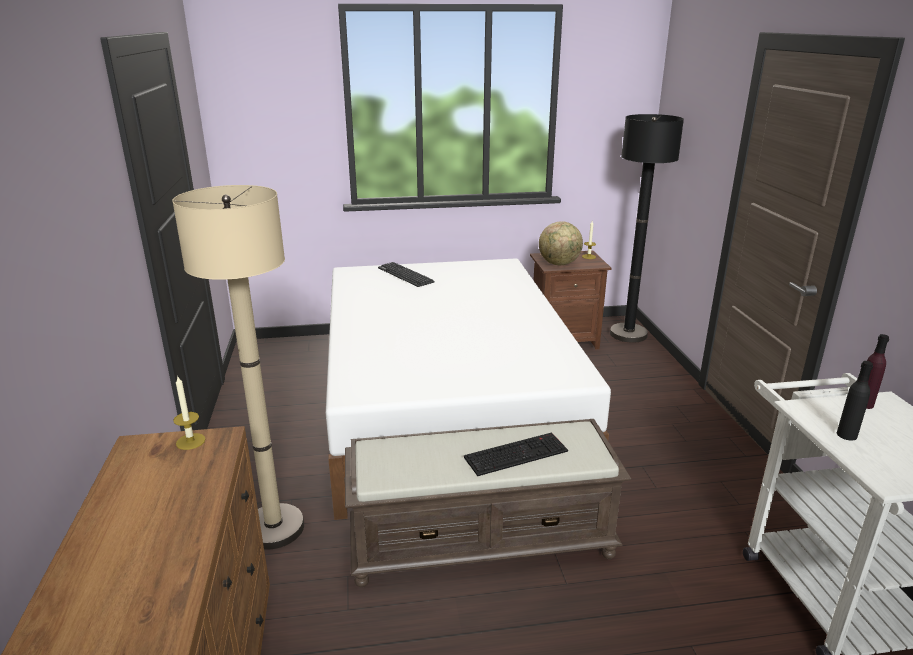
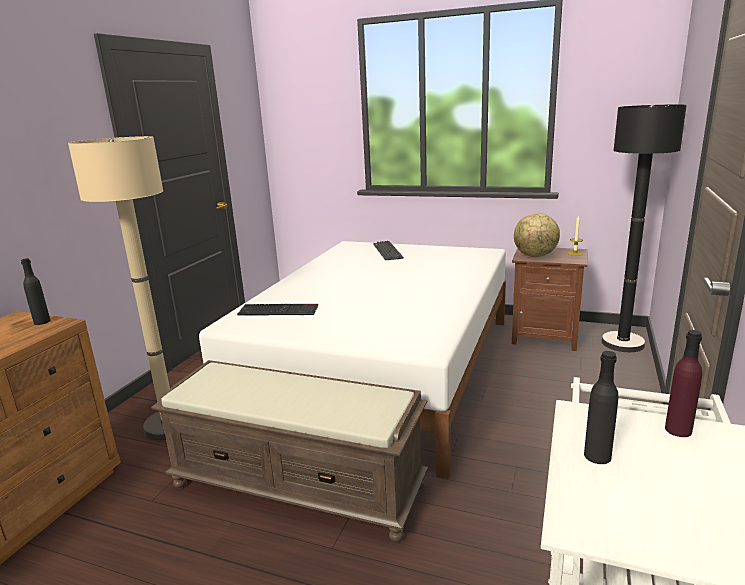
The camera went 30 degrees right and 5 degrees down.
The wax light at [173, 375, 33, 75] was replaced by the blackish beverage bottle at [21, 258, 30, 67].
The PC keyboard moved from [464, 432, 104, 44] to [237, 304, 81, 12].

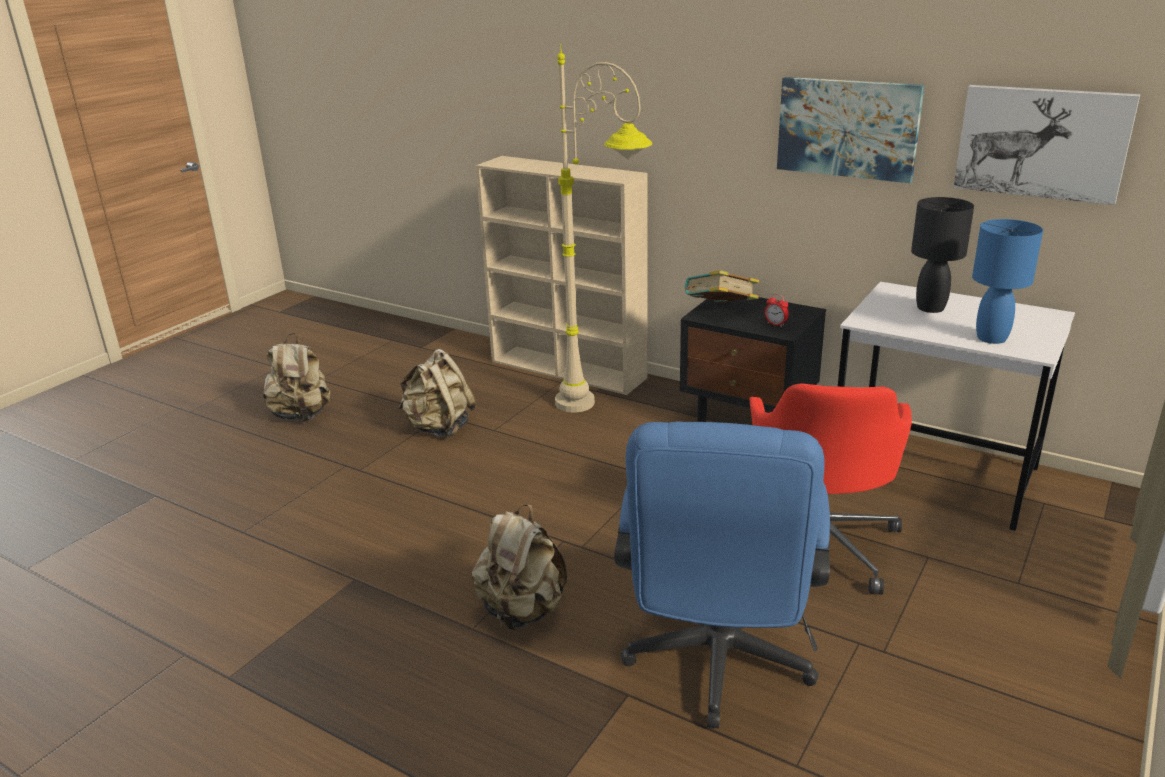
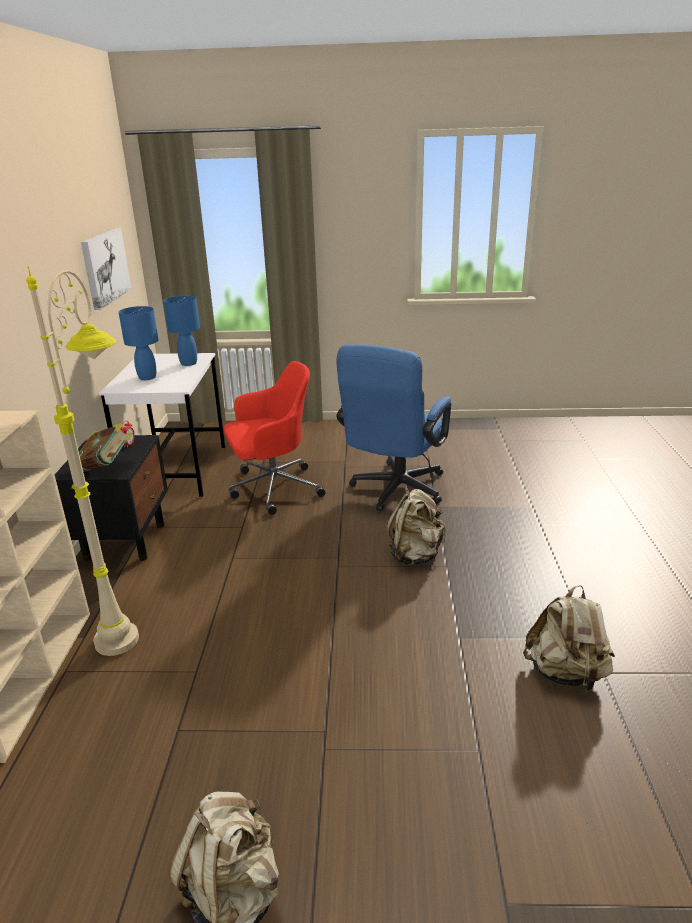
The camera went 120 degrees left and 0 degrees up.
The sand-coloured backpack moved from [398, 349, 78, 90] to [523, 585, 92, 106].
The blue-coloured office chair at [614, 421, 216, 308] turned 135 degrees clockwise.
The wall picture at [777, 77, 148, 106] disappeared.
The blackish lamp for a table at [911, 197, 63, 116] became the blue-coloured lamp for a table at [118, 306, 41, 74].

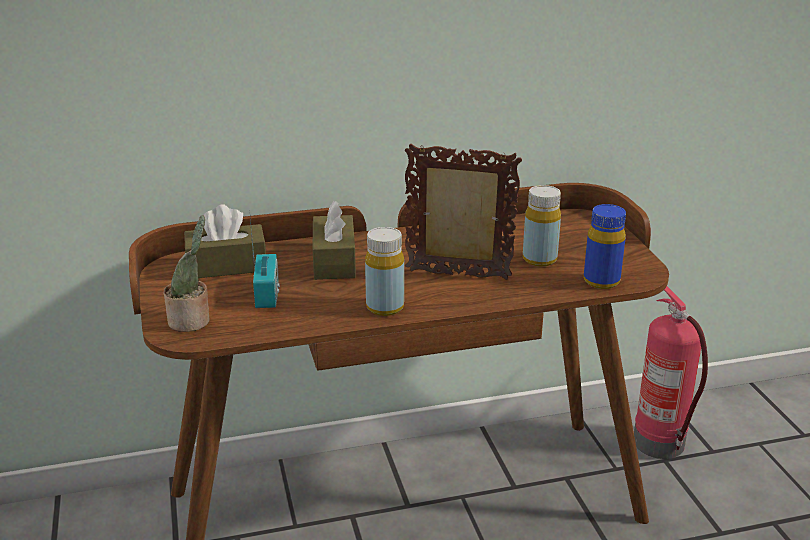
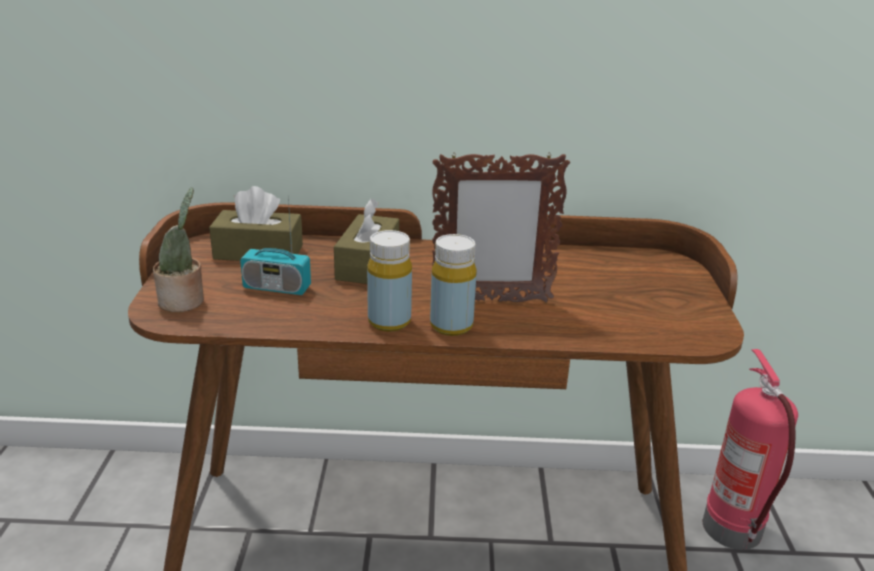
The camera went 15 degrees right and 0 degrees up.
The radio at [249, 210, 31, 98] turned 90 degrees clockwise.
The standing frame at [405, 144, 117, 136] turned 150 degrees clockwise.
The yellow beverage bottle moved from [523, 185, 38, 82] to [430, 234, 47, 102].
The blue-coloured beverage bottle at [584, 204, 42, 85] disappeared.

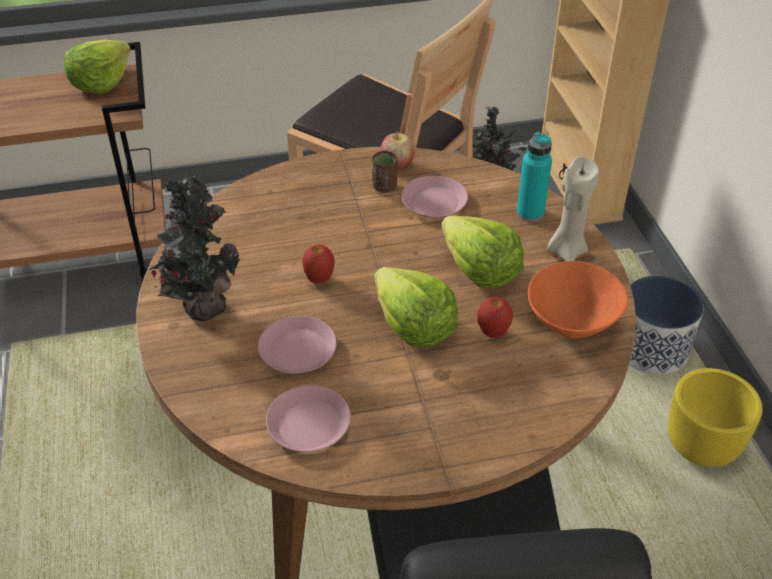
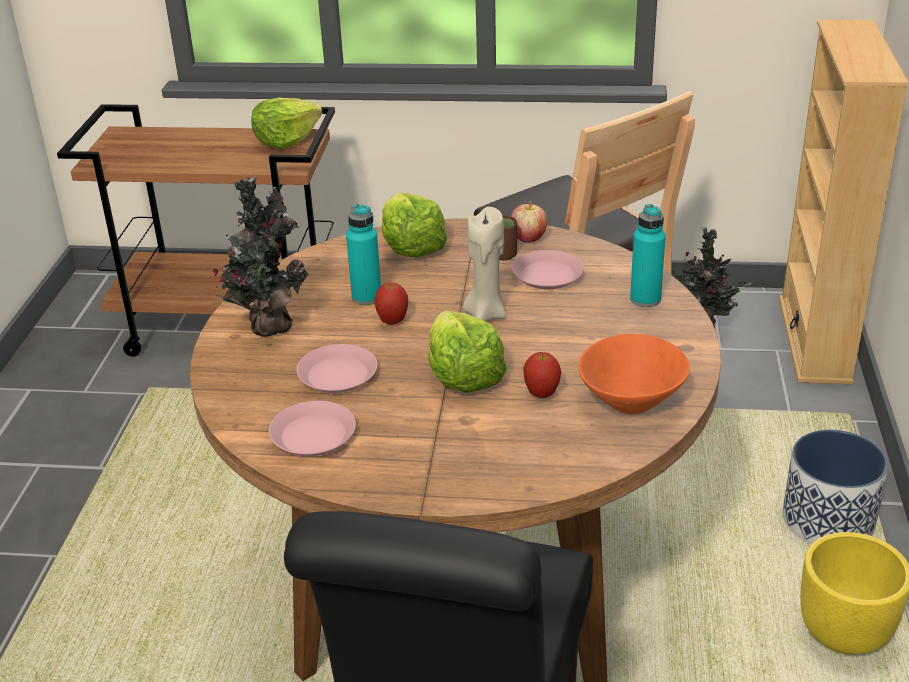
The camera went 20 degrees right and 10 degrees down.
The lettuce moved from [441, 215, 83, 73] to [381, 193, 67, 64].
The sand-coloured wax light moved from [547, 156, 52, 105] to [463, 207, 43, 114].
The turquoise beverage bottle at [346, 204, 35, 101] appeared.

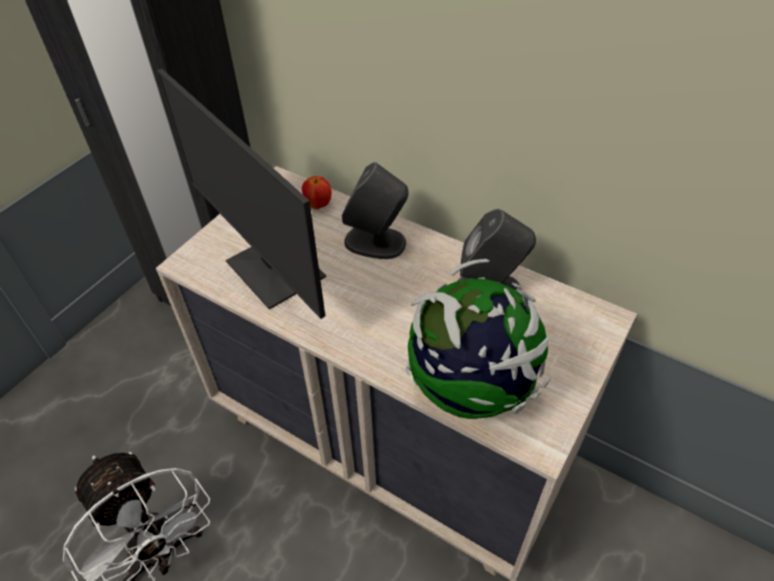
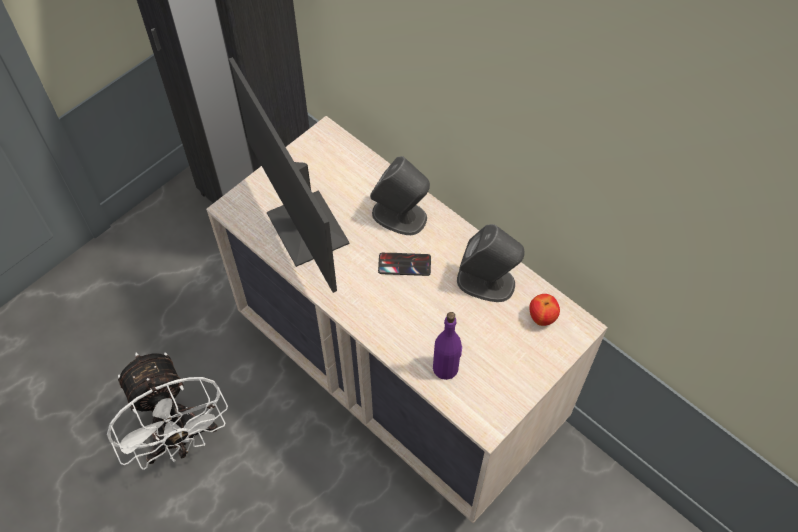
The camera went 10 degrees right and 10 degrees up.
The apple fruit moved from [302, 176, 30, 33] to [529, 294, 31, 32].
The globe at [406, 259, 145, 160] was replaced by the purplish beverage bottle at [433, 312, 29, 68].
The phone at [378, 253, 53, 23] appeared.

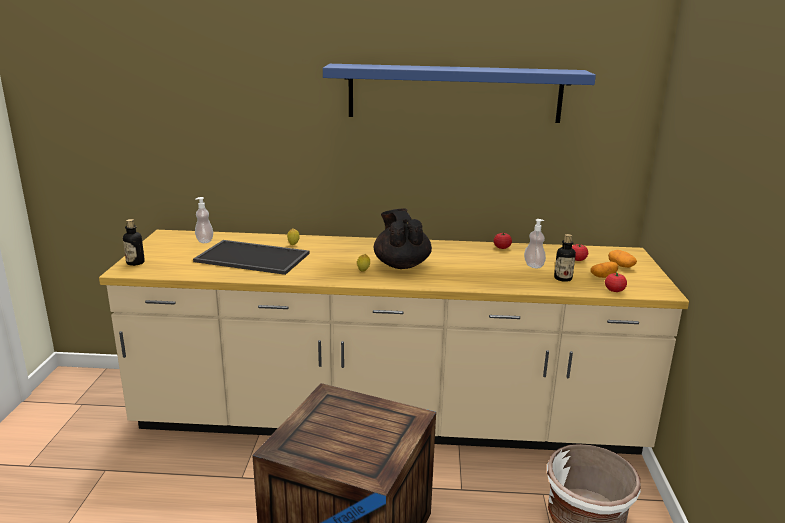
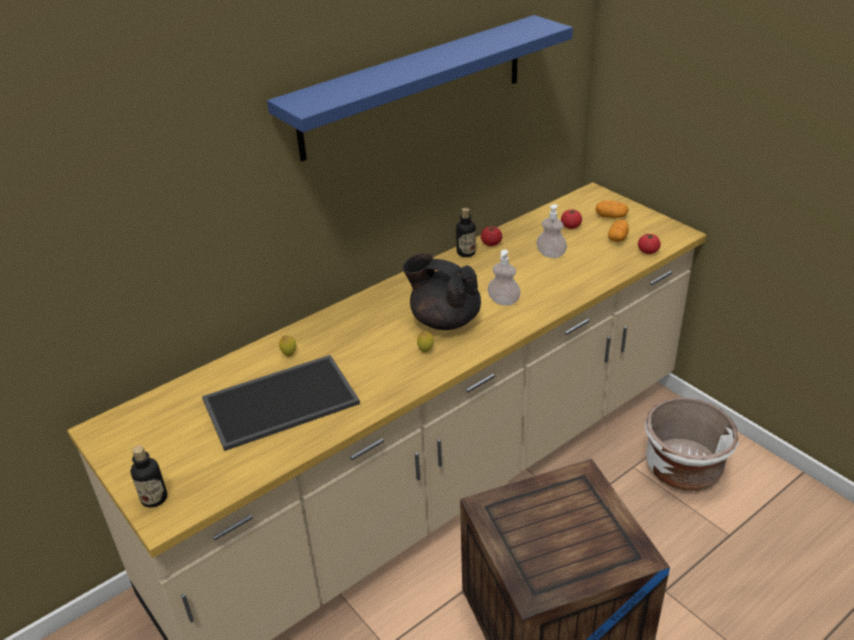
The camera went 40 degrees left and 15 degrees up.
The liquid soap bottle moved from [195, 197, 18, 46] to [487, 250, 34, 56].
The beverage bottle moved from [554, 234, 22, 48] to [456, 208, 20, 49].

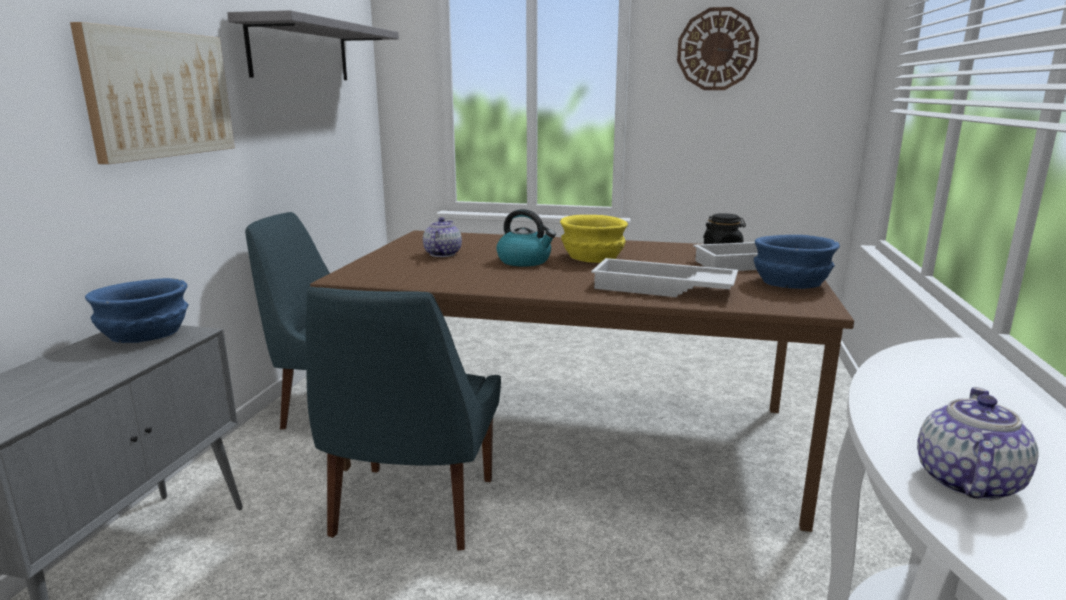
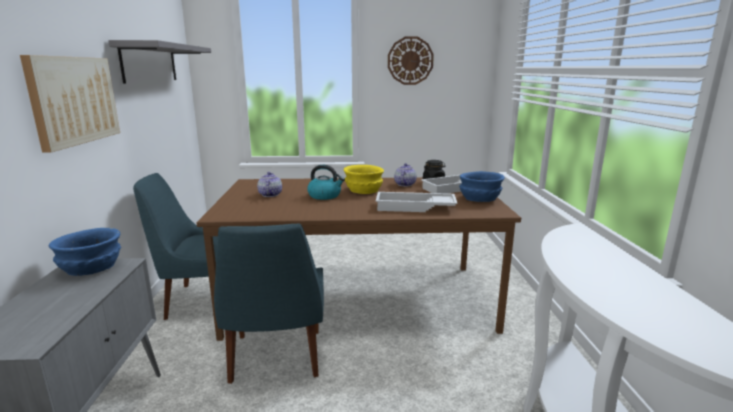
The camera went 15 degrees left and 0 degrees up.
The pot for tea moved from [917, 387, 122, 114] to [394, 163, 23, 24].

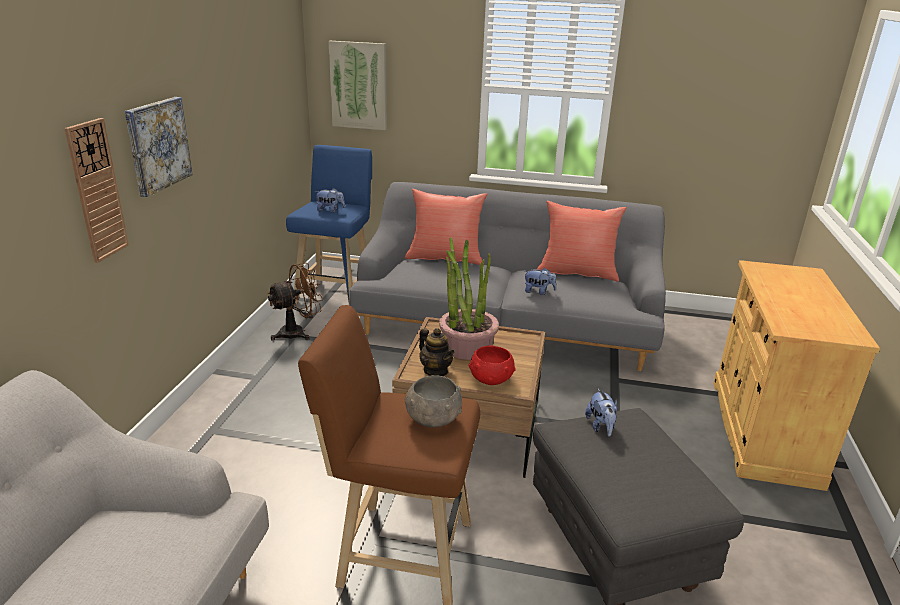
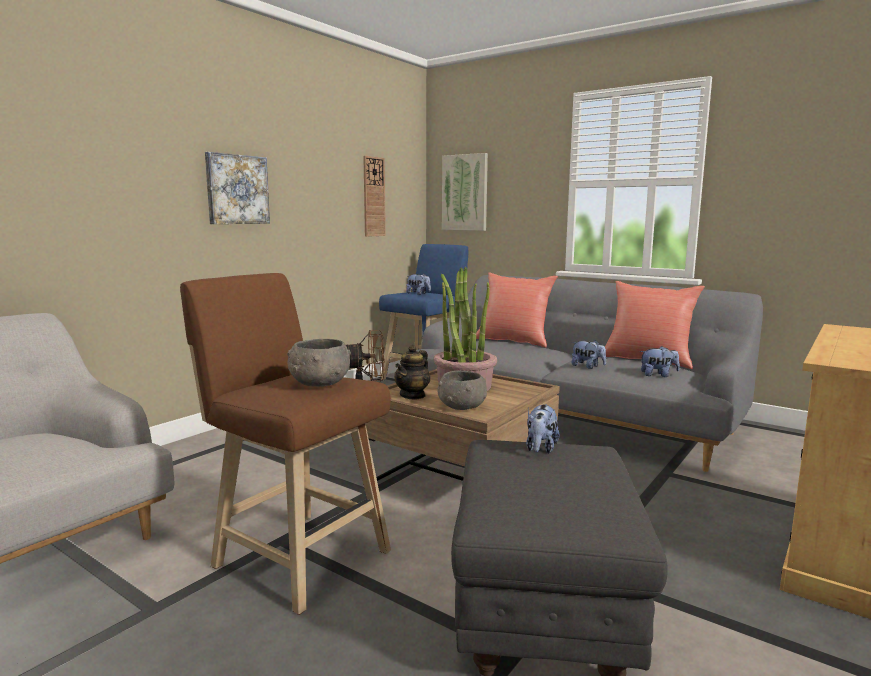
The camera went 25 degrees right and 15 degrees down.
The hanging clock moved from [64, 118, 65, 145] to [363, 156, 23, 81].
The pot for tea at [419, 328, 35, 48] turned 45 degrees clockwise.
The reddish deep dish at [469, 346, 47, 39] became the gray deep dish at [437, 370, 50, 40].
The cuddly toy at [640, 346, 40, 31] appeared.

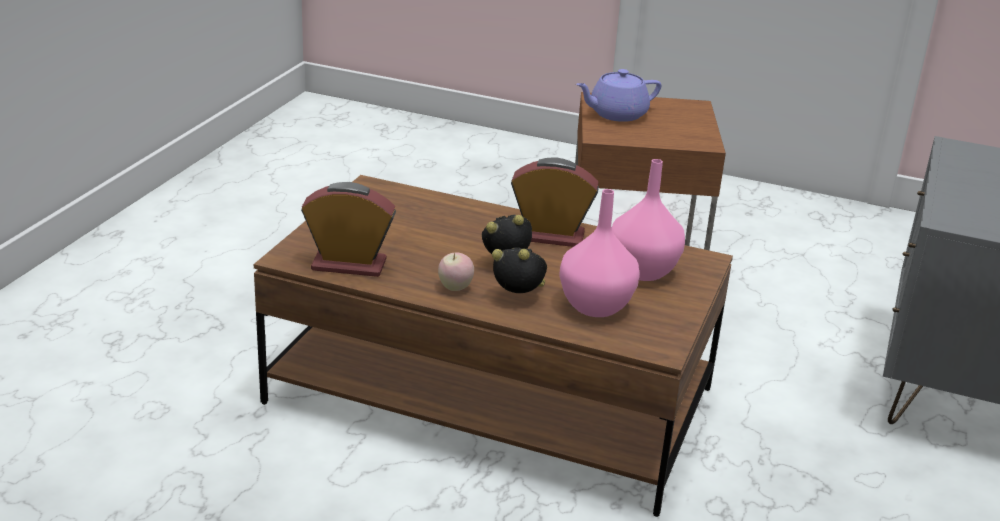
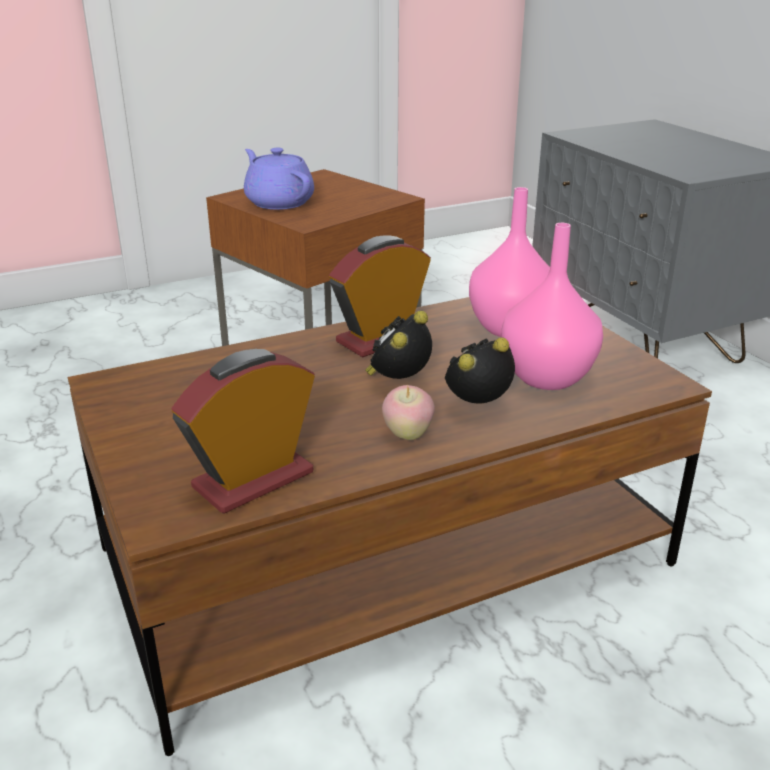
The camera went 45 degrees left and 0 degrees up.
The purplish pot for tea at [576, 69, 85, 53] turned 120 degrees clockwise.

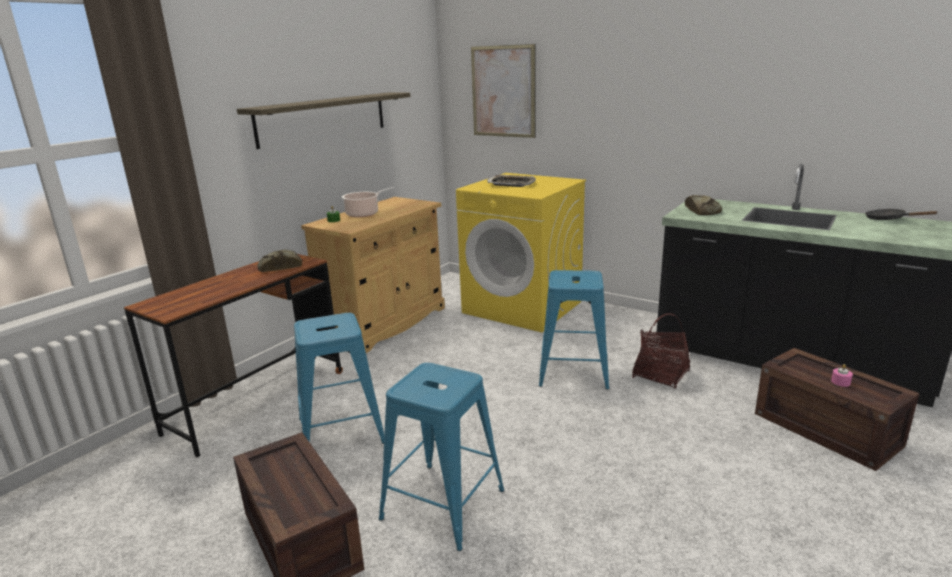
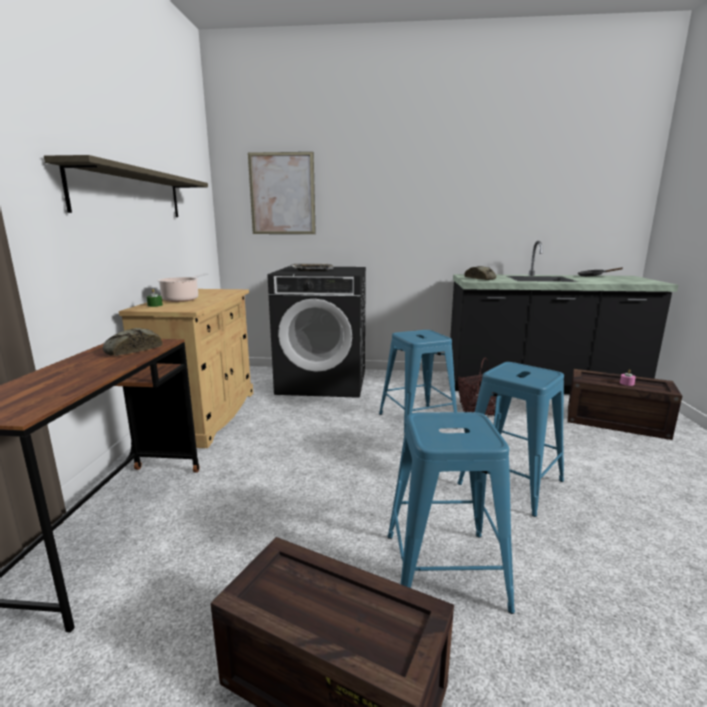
The camera went 30 degrees left and 5 degrees down.
The blue-coloured stool moved from [294, 313, 90, 131] to [457, 362, 107, 155].
The yellow laundry machine at [456, 173, 130, 159] became the blackish laundry machine at [268, 266, 98, 132].

